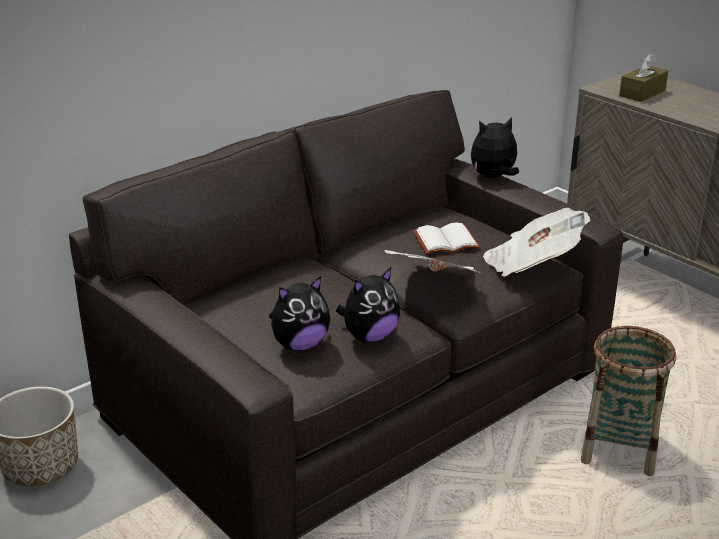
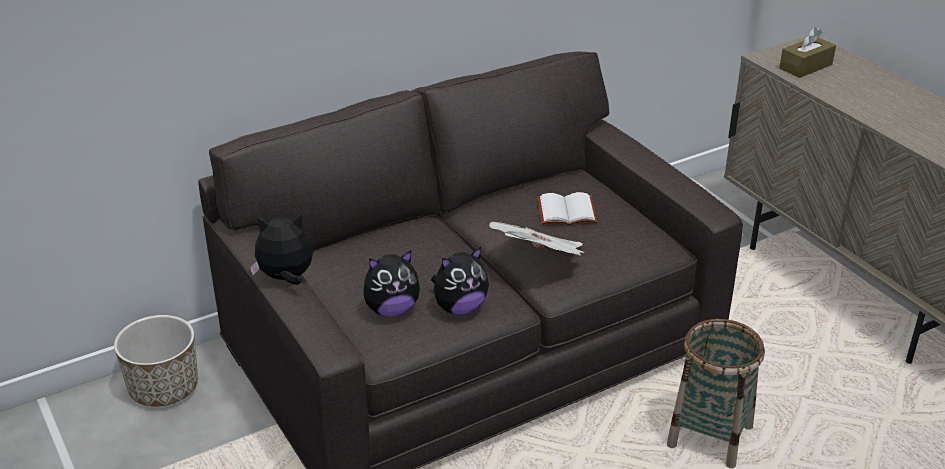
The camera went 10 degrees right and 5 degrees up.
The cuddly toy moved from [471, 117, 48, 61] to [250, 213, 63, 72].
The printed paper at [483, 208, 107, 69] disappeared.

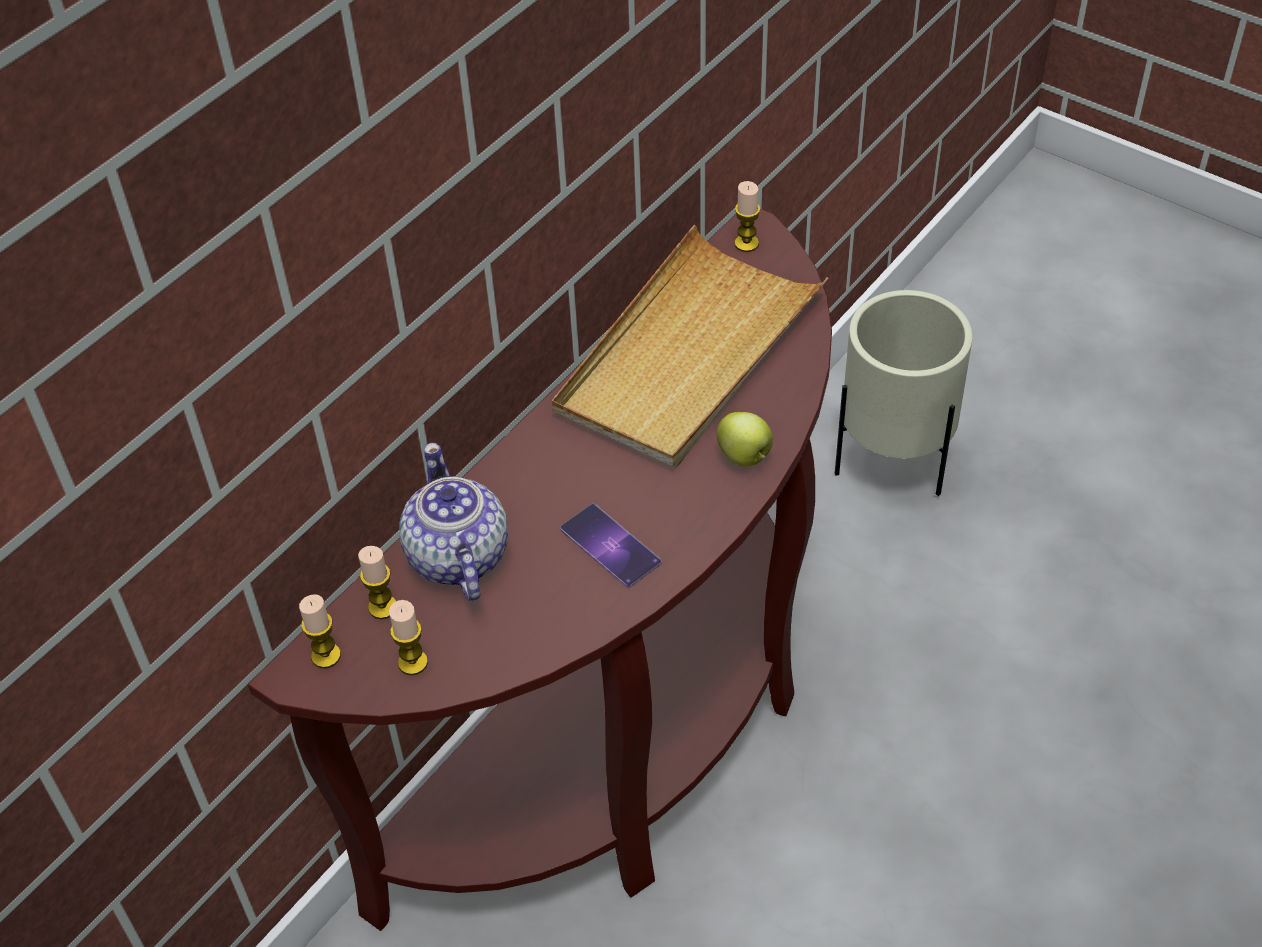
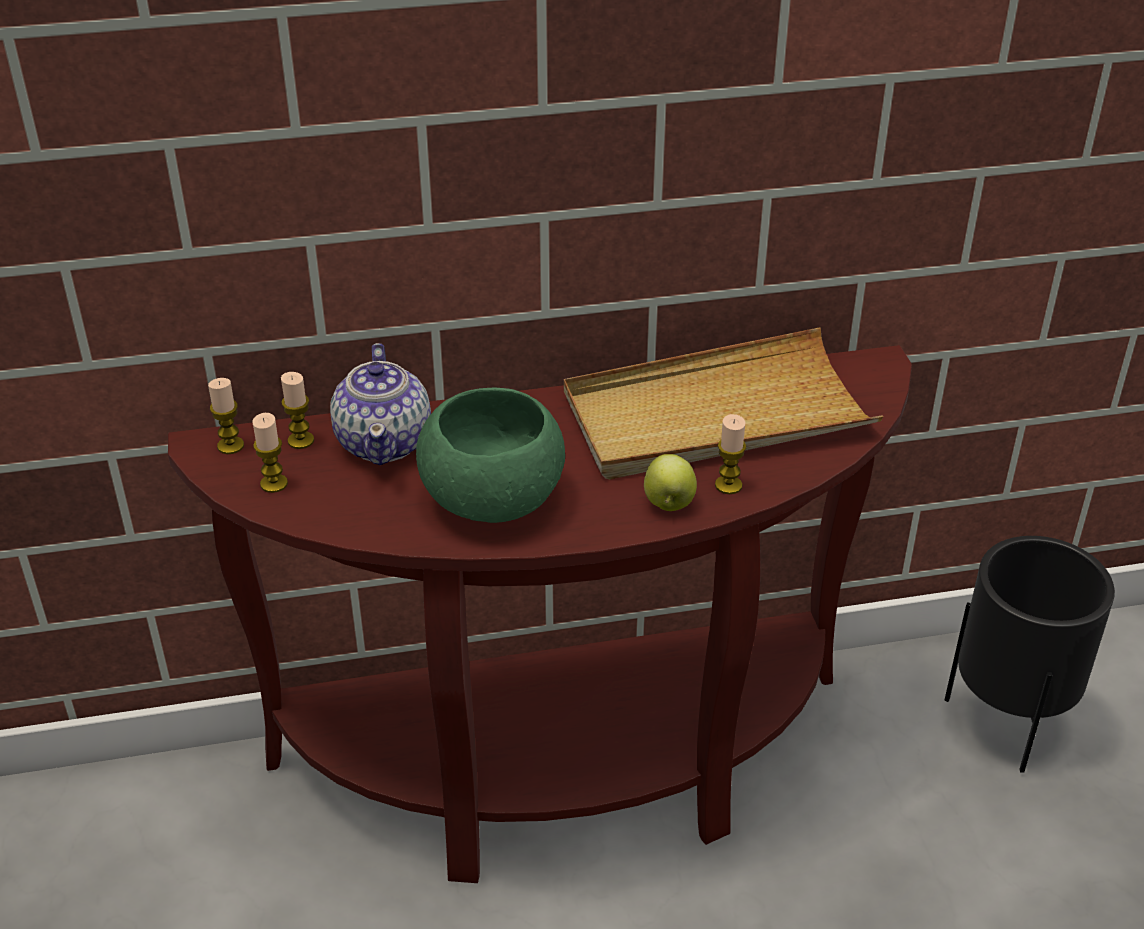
The camera went 40 degrees right and 10 degrees down.
The pot for tea at [399, 443, 109, 158] turned 150 degrees clockwise.
The phone at [561, 504, 101, 84] was replaced by the green deep dish at [416, 387, 149, 136].
The wax light moved from [734, 181, 26, 71] to [715, 414, 31, 80].
The sand-coloured planter at [835, 290, 138, 206] became the blackish planter at [944, 536, 171, 237].

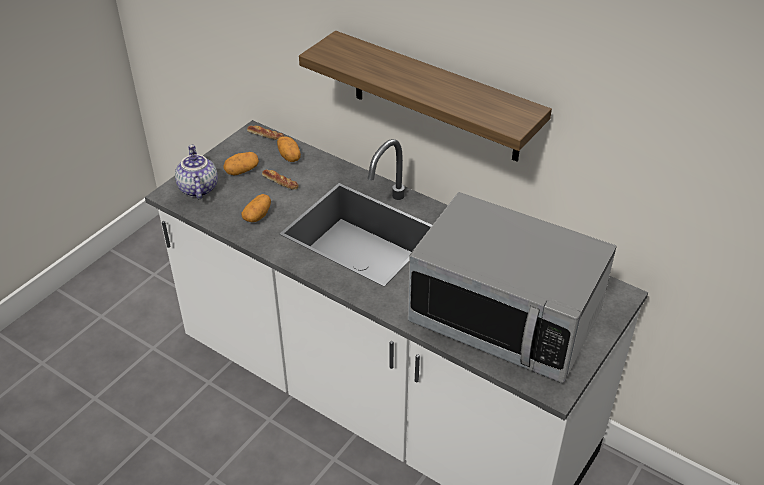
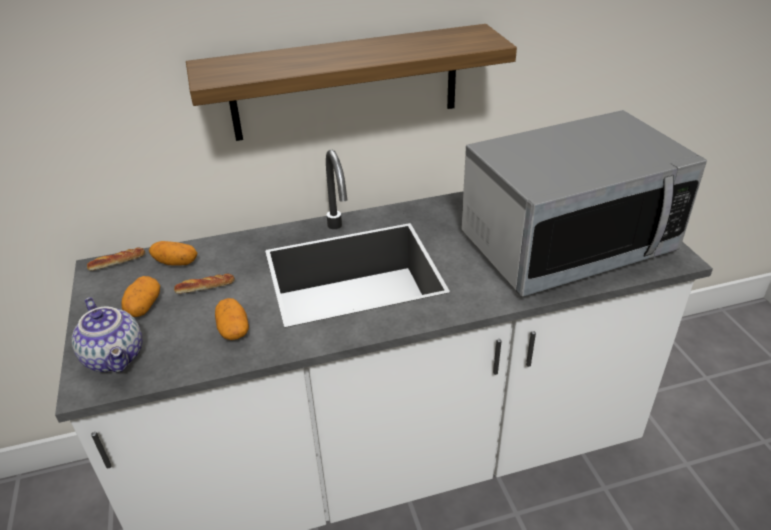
The camera went 50 degrees left and 5 degrees down.
The pot for tea at [175, 145, 43, 54] turned 150 degrees counterclockwise.

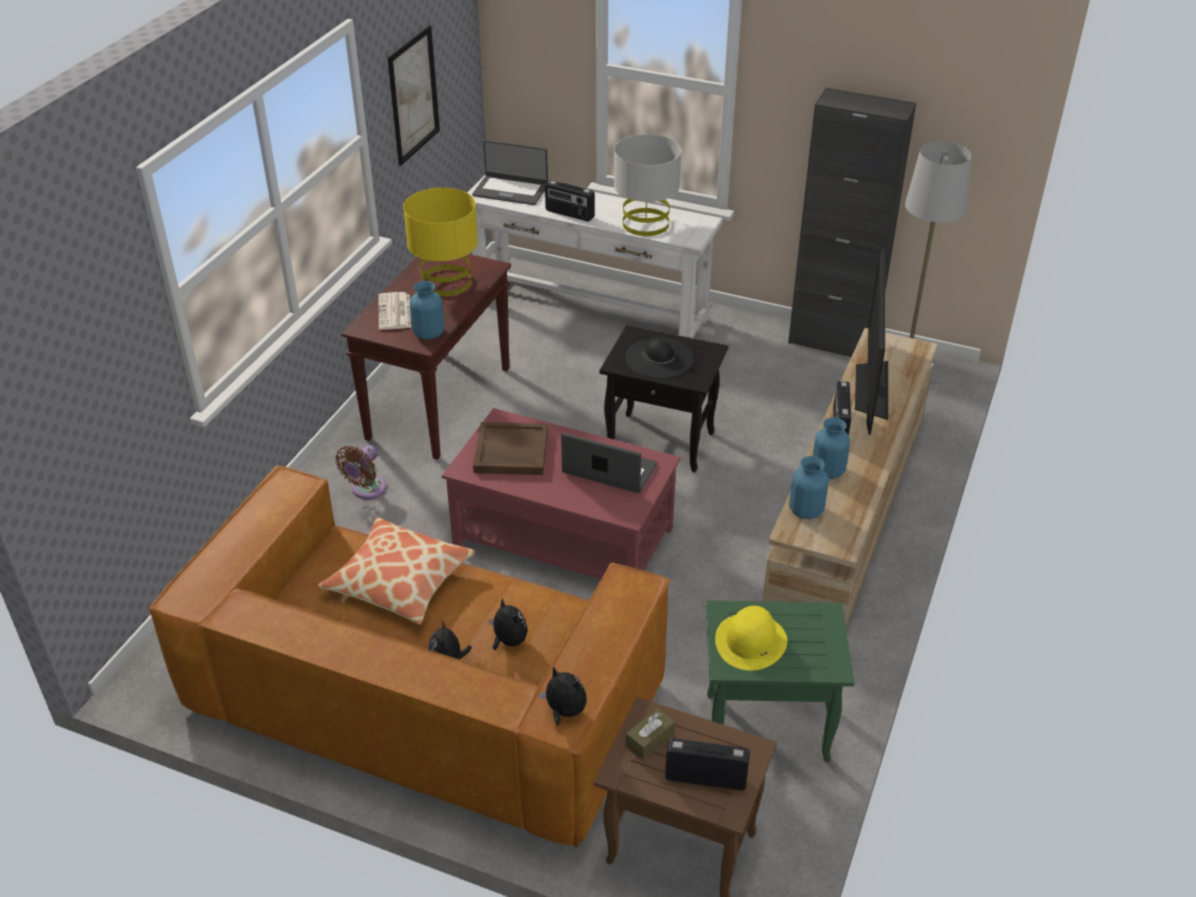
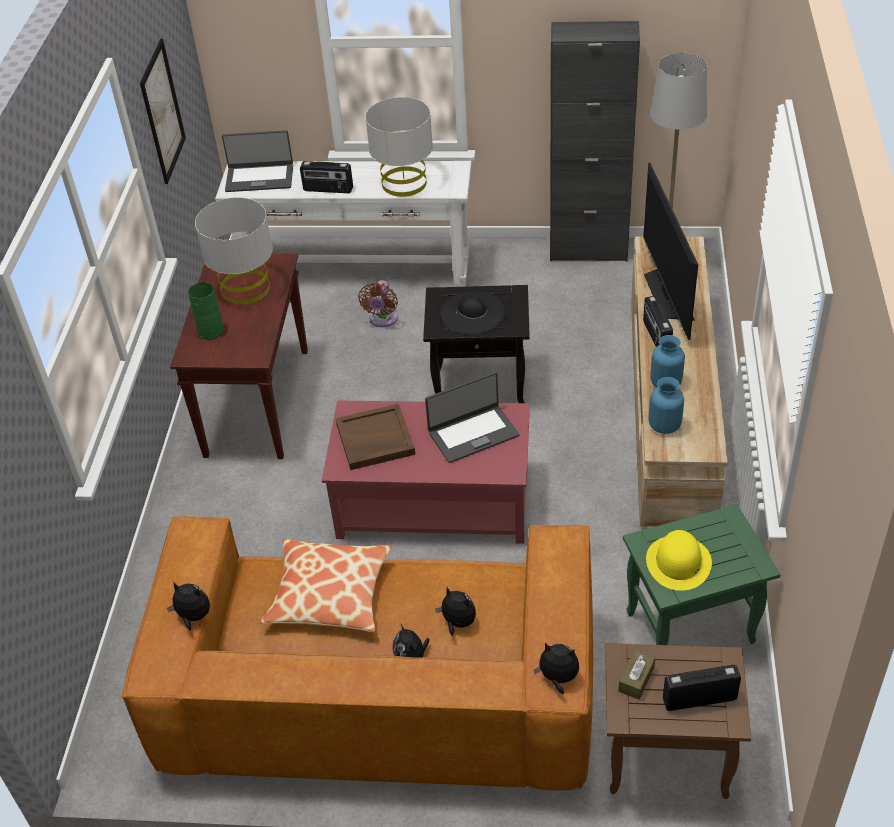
The camera went 15 degrees left and 5 degrees up.
The brown cooling fan moved from [335, 445, 51, 54] to [358, 280, 40, 47].
The printed paper at [378, 292, 33, 38] was replaced by the green vase at [188, 282, 36, 58].
The yellow lamp for a table at [403, 188, 75, 108] became the gray lamp for a table at [195, 197, 78, 107].
The blue-coloured vase at [410, 281, 34, 59] disappeared.
The laptop at [561, 433, 96, 60] turned 150 degrees clockwise.
The cuddly toy at [167, 582, 43, 49] appeared.

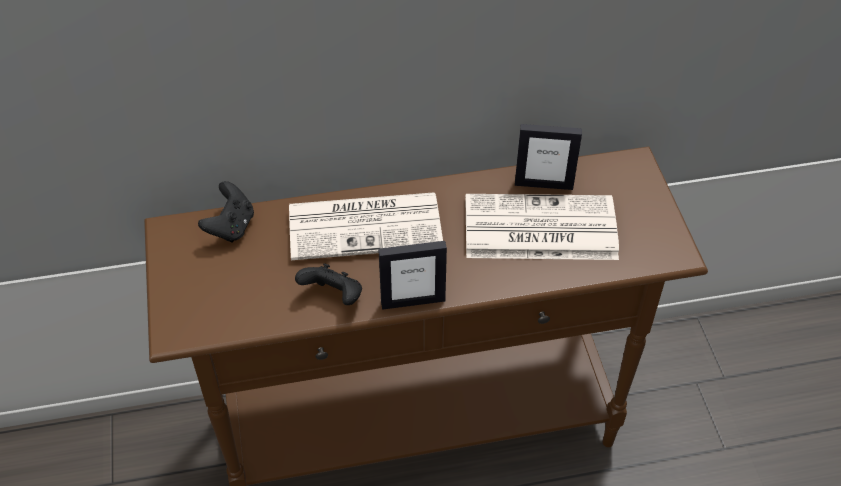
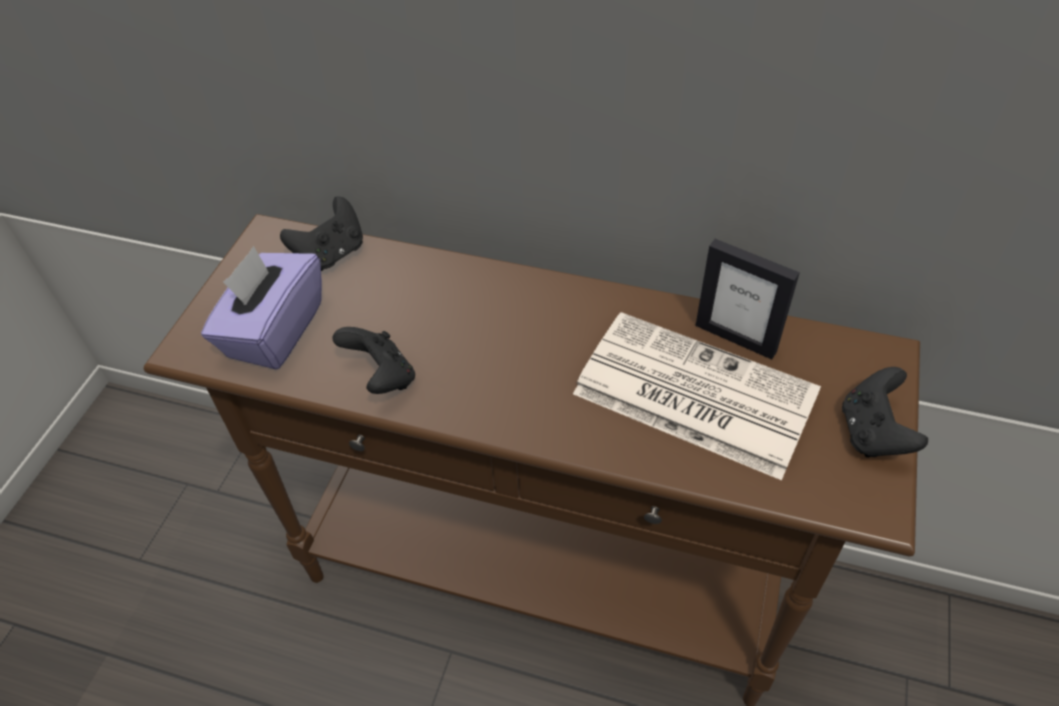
The camera went 30 degrees right and 0 degrees up.
The printed paper at [289, 192, 154, 68] disappeared.
The standing frame at [378, 241, 69, 69] disappeared.
The purplish box of tissues at [201, 246, 121, 124] appeared.
The blackish joypad at [842, 367, 86, 91] appeared.

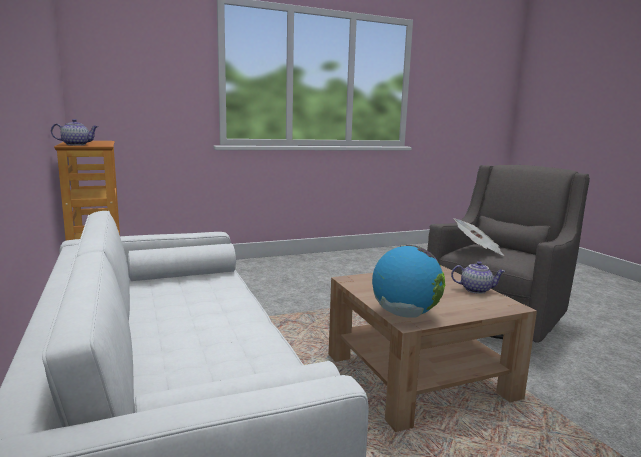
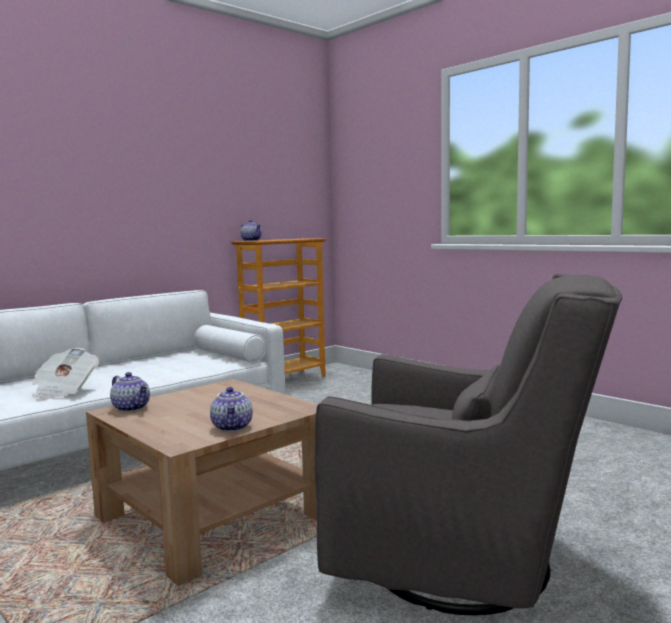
The camera went 70 degrees right and 5 degrees down.
The globe at [372, 245, 74, 73] was replaced by the pot for tea at [110, 372, 40, 40].
The printed paper moved from [454, 218, 50, 38] to [32, 348, 67, 52].

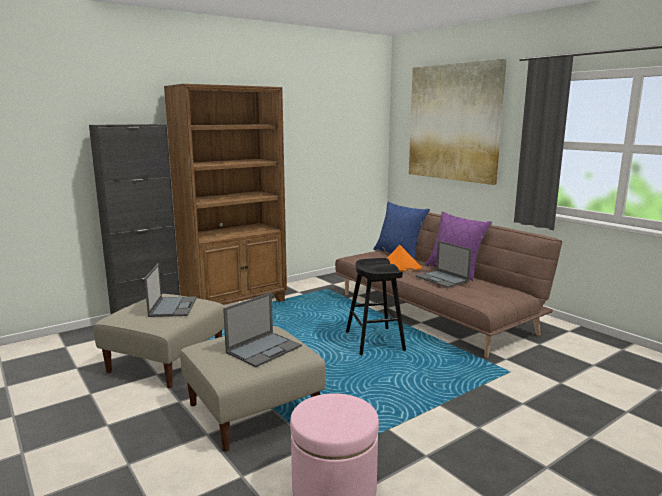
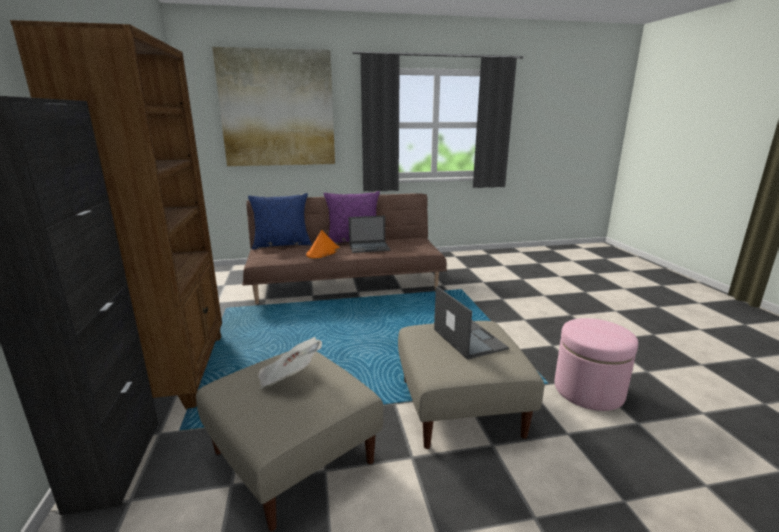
The camera went 65 degrees left and 5 degrees up.
The laptop at [144, 263, 53, 54] was replaced by the printed paper at [258, 337, 64, 52].
The blackish stool at [346, 258, 60, 97] disappeared.

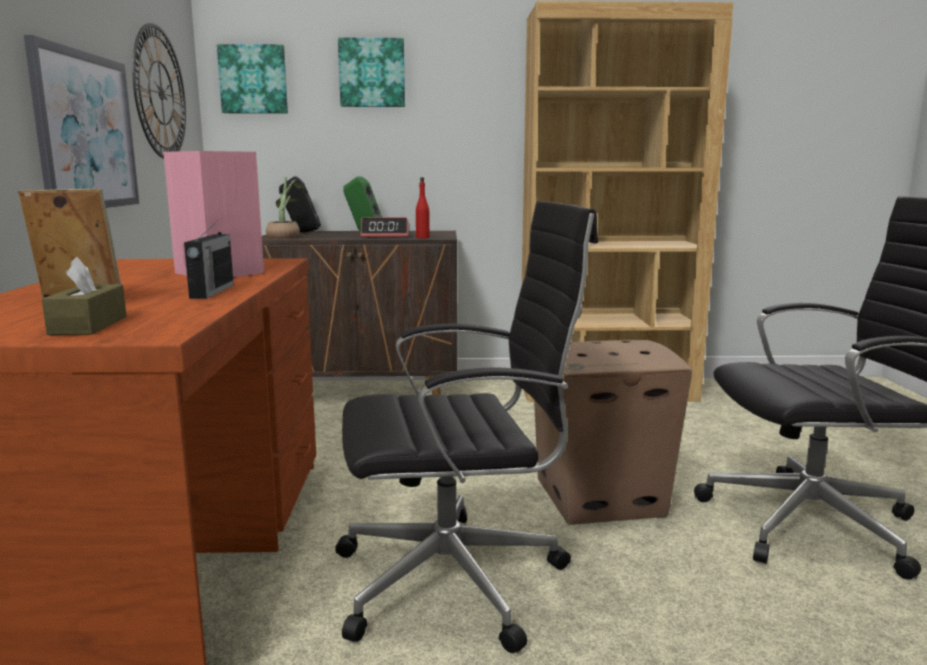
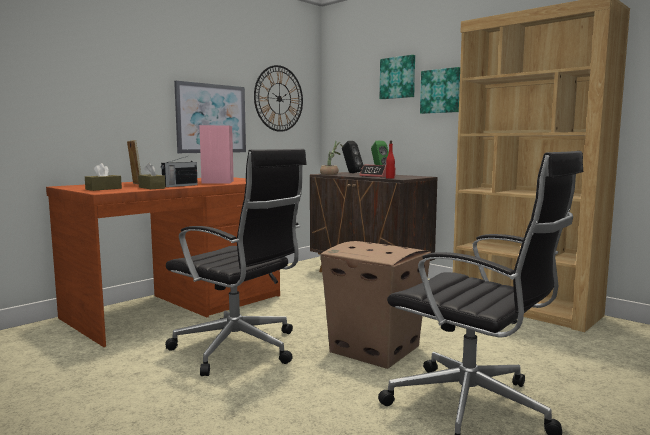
The camera went 45 degrees right and 5 degrees down.
The wall picture moved from [217, 44, 71, 70] to [420, 67, 40, 47].
The brown box of tissues at [138, 163, 28, 26] appeared.

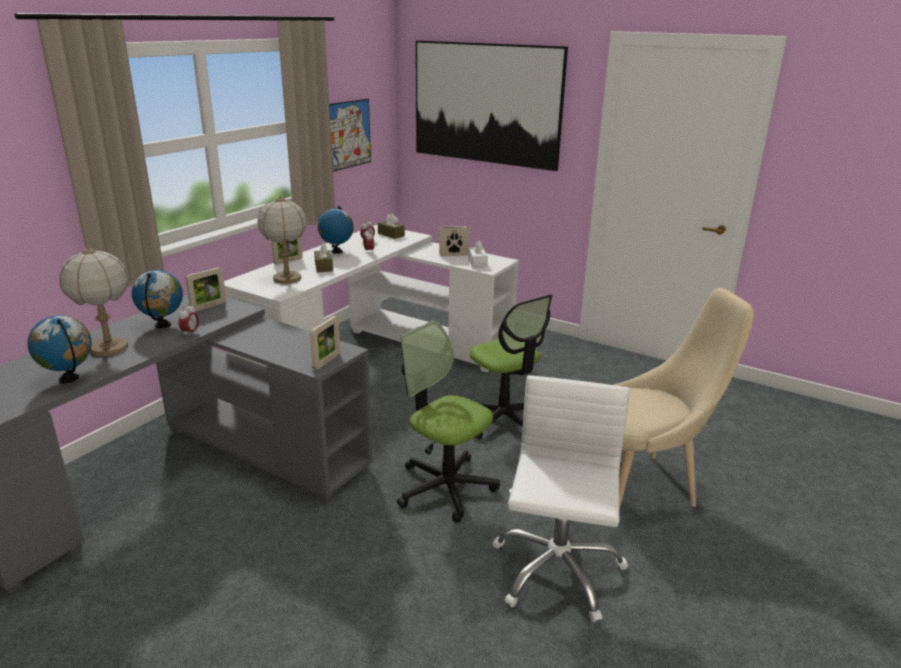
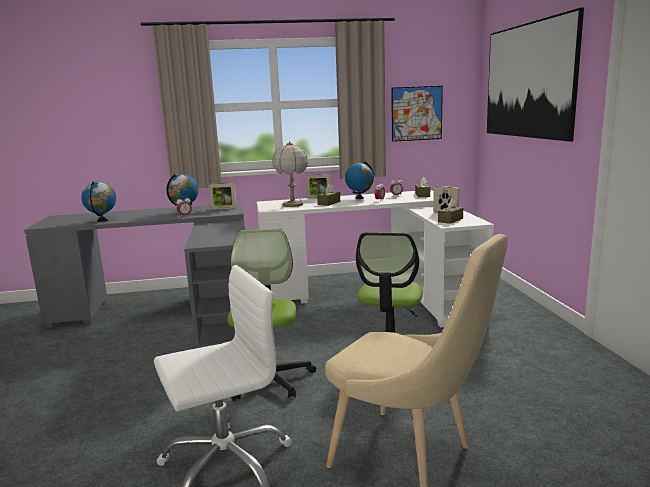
The camera went 50 degrees right and 10 degrees down.
The lamp for a table at [59, 246, 70, 110] disappeared.
The standing frame at [310, 316, 30, 53] disappeared.
The whitish box of tissues at [468, 240, 20, 28] became the brown box of tissues at [438, 198, 25, 26].

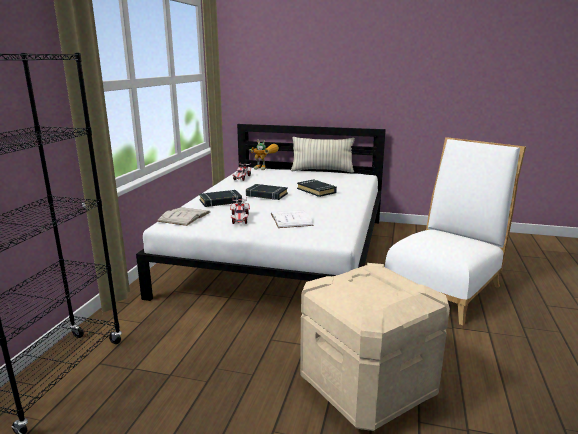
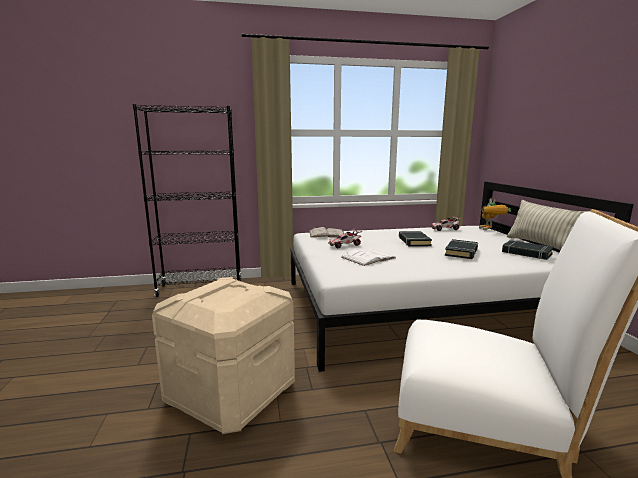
The camera went 65 degrees right and 5 degrees down.
The blackish bound book moved from [199, 190, 43, 17] to [502, 240, 52, 20].

